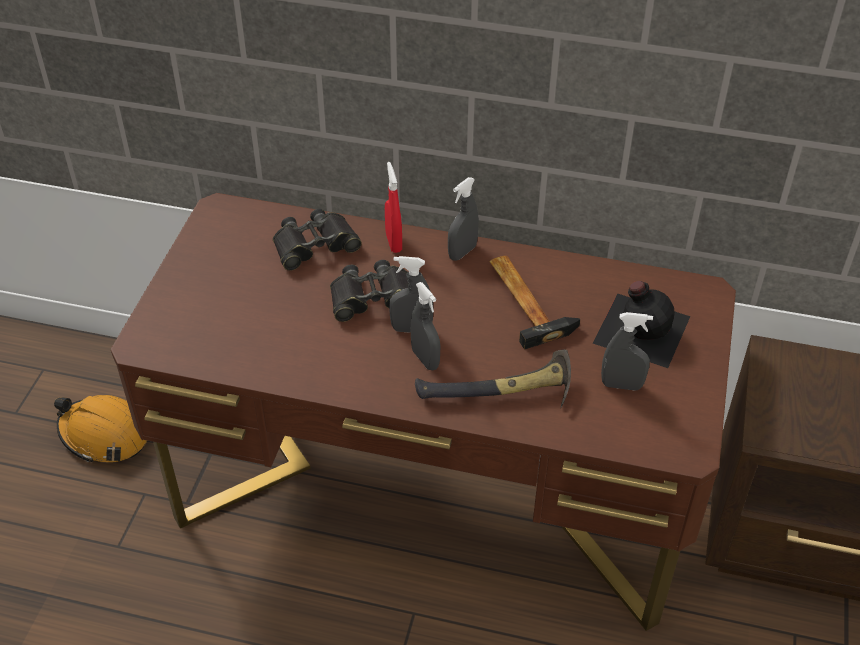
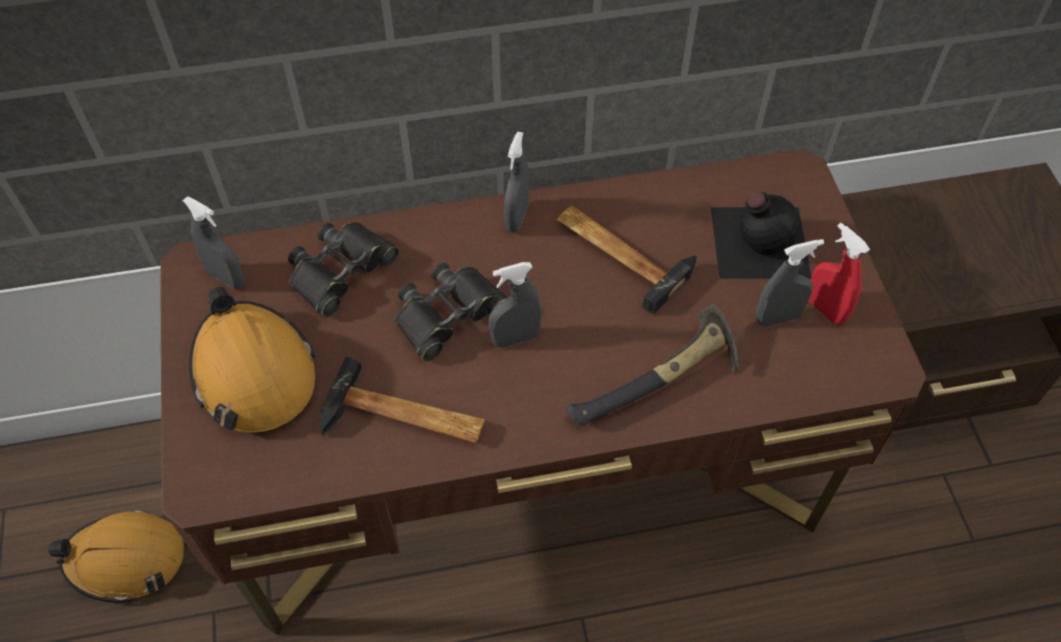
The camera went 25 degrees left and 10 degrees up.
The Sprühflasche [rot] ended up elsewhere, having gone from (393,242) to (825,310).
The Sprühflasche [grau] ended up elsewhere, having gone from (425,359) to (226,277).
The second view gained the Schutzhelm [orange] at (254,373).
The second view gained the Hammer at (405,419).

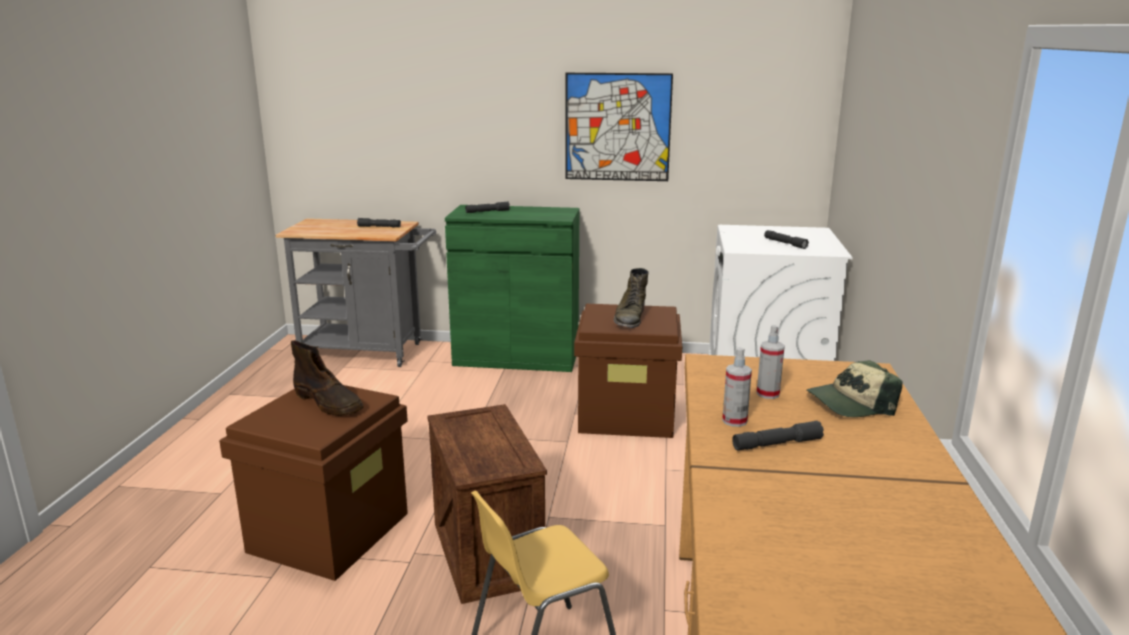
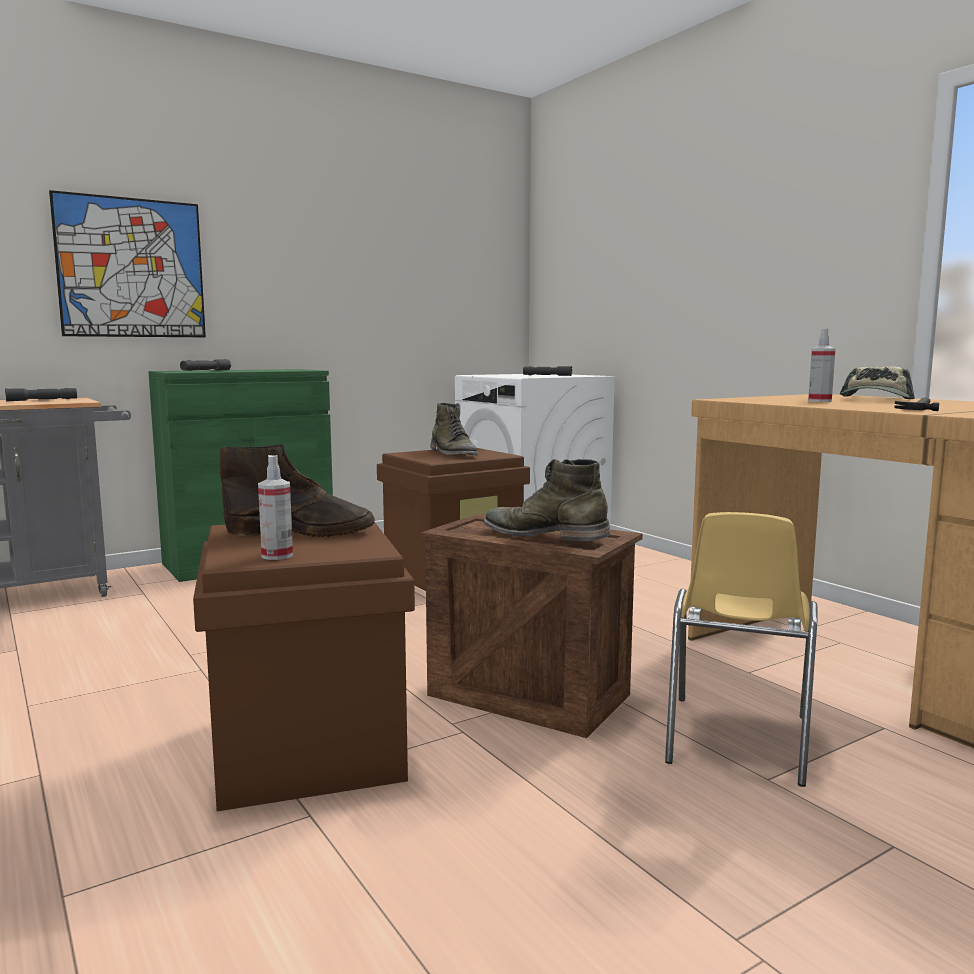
The camera went 40 degrees left and 10 degrees down.
The Bild ended up elsewhere, having gone from (617,127) to (131,268).
The Sprühflasche ended up elsewhere, having gone from (734,421) to (277,555).
Where the Taschenlampe [grau] stood at (777,444), the Hammer came to stand at (919,407).
The second view gained the Stiefel [grün] at (544,534).

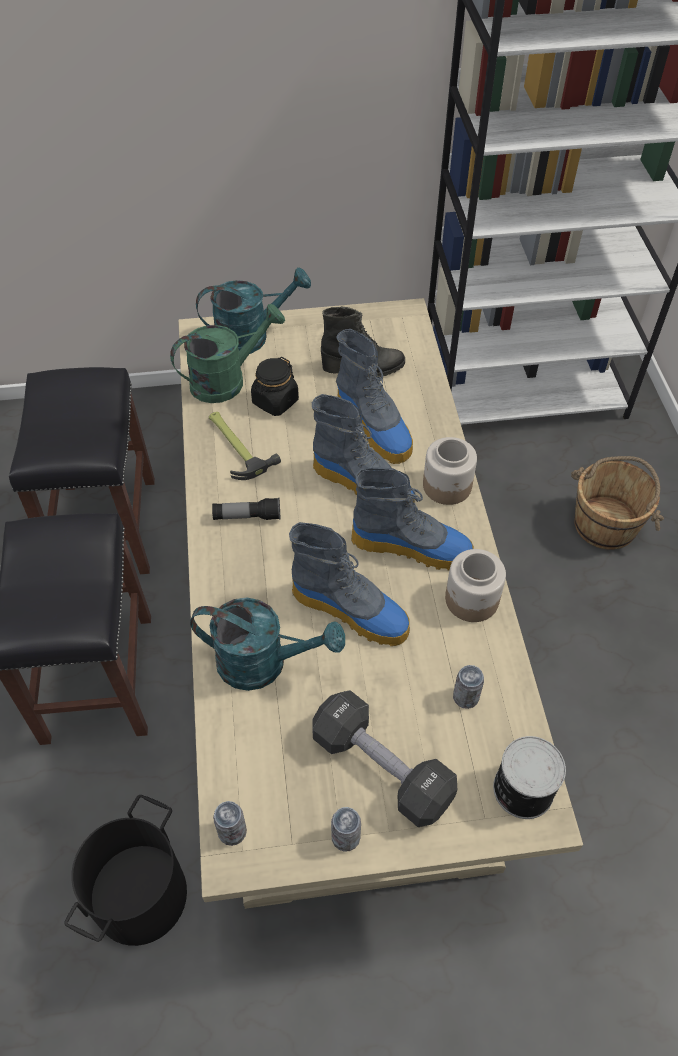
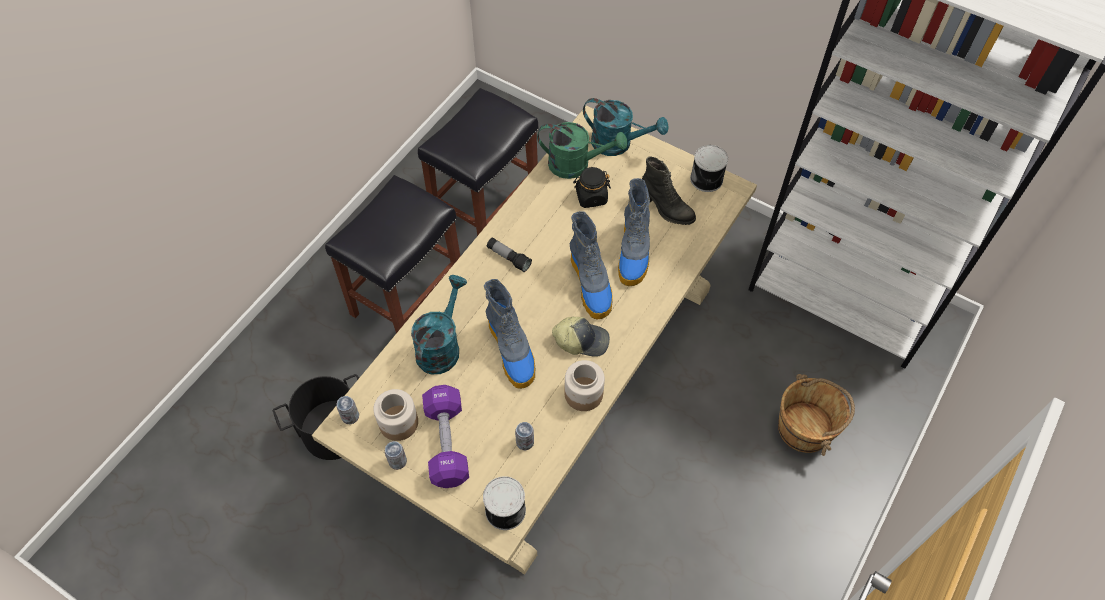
The camera went 40 degrees right and 5 degrees up.
The Gießkanne [türkis] at (264,663) ended up facing another way, 120 degrees counterclockwise from before.
The second view lost the Hammer at (236,445).
What was the Hantel [schwarz] at (381,767) turned into the Hantel [lila] at (447,443).
Where the Stiefel stood at (412,547), the Kappe came to stand at (581,340).
The Vorratsglas ended up elsewhere, having gone from (447,486) to (398,423).
The second view gained the Dose at (707,179).

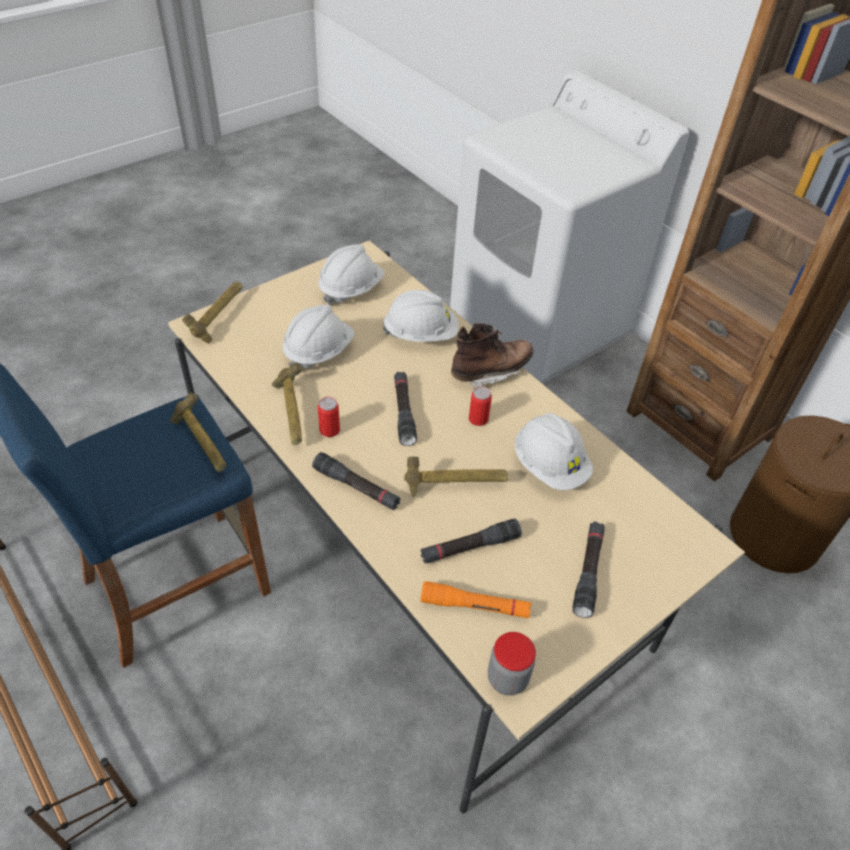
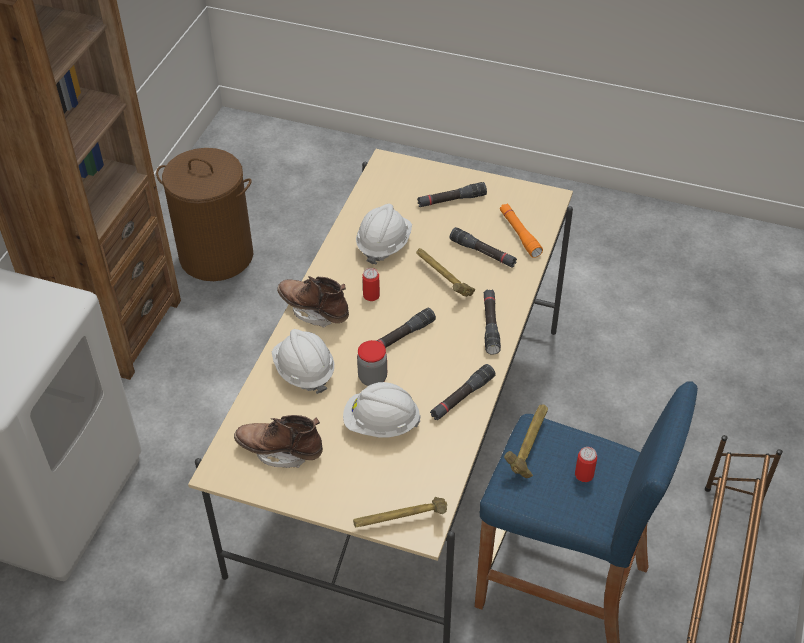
The camera went 120 degrees left and 0 degrees up.
Where the Hammer stood at (292,415), the Taschenlampe [schwarz] came to stand at (462,397).
Where the Schutzhelm [weiß] stood at (351,289), the Stiefel [braun] came to stand at (280,451).
The Dose ended up elsewhere, having gone from (329,430) to (584,474).
The Vorratsglas ended up elsewhere, having gone from (507,678) to (372,378).

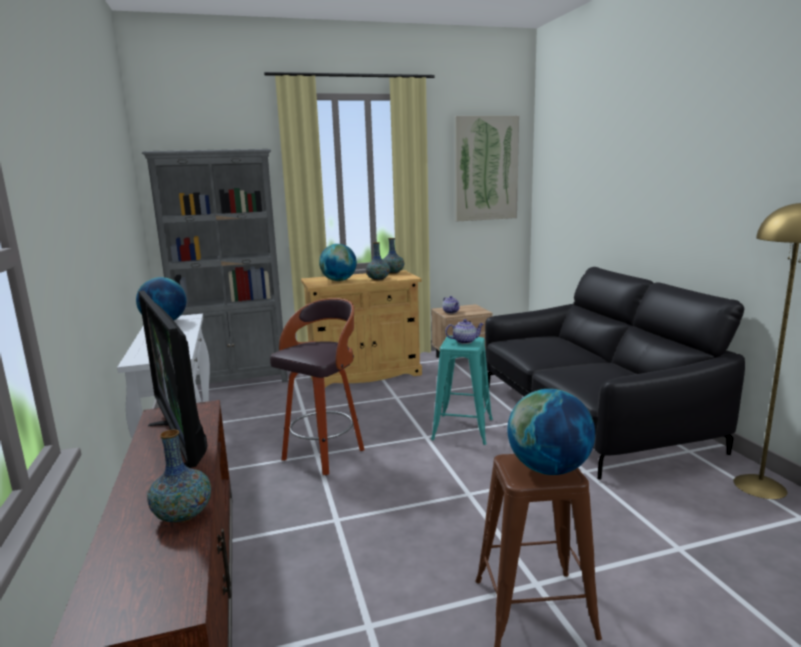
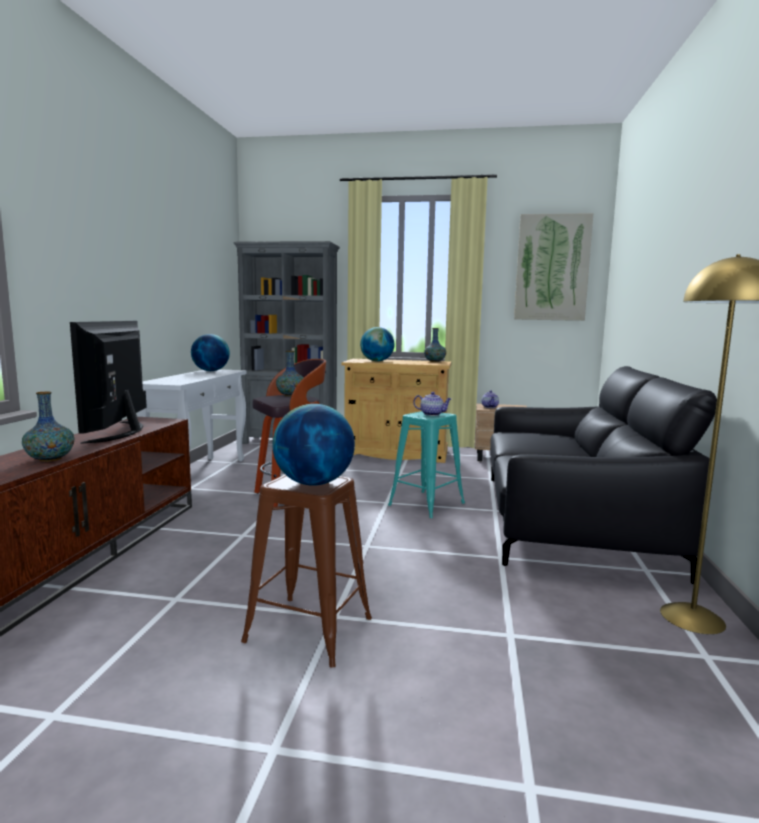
The camera went 25 degrees right and 5 degrees down.
The Vase ended up elsewhere, having gone from (378,279) to (291,395).

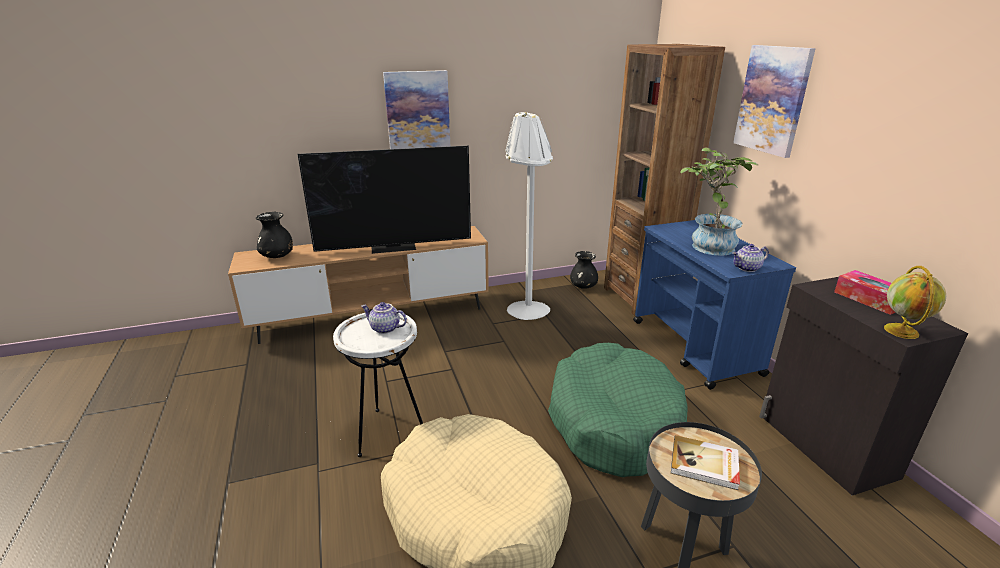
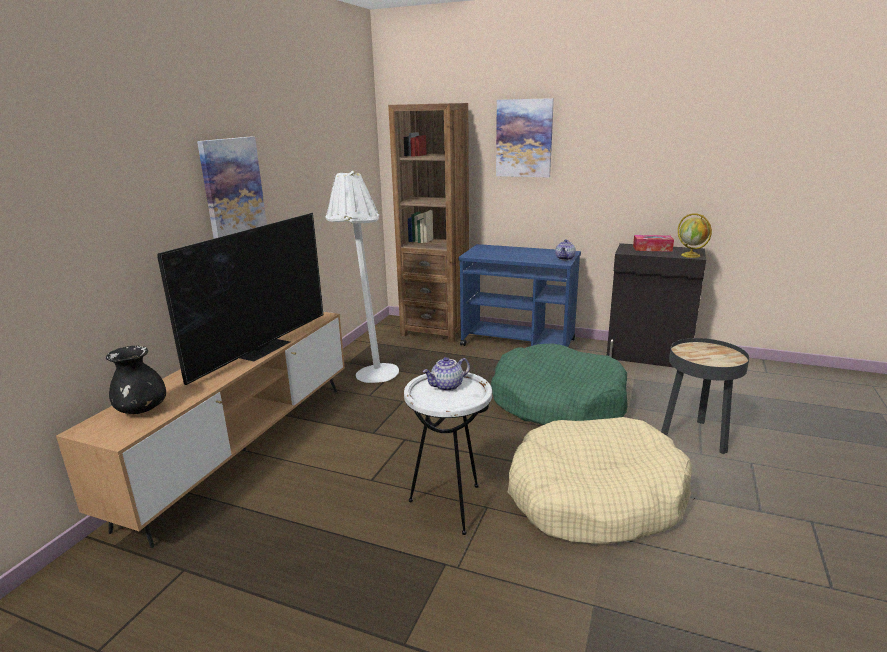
The camera went 50 degrees left and 5 degrees down.
The second view lost the Vase [schwarz] at (583,287).
The second view lost the Buch at (704,464).
The second view lost the Topfpflanze at (707,245).

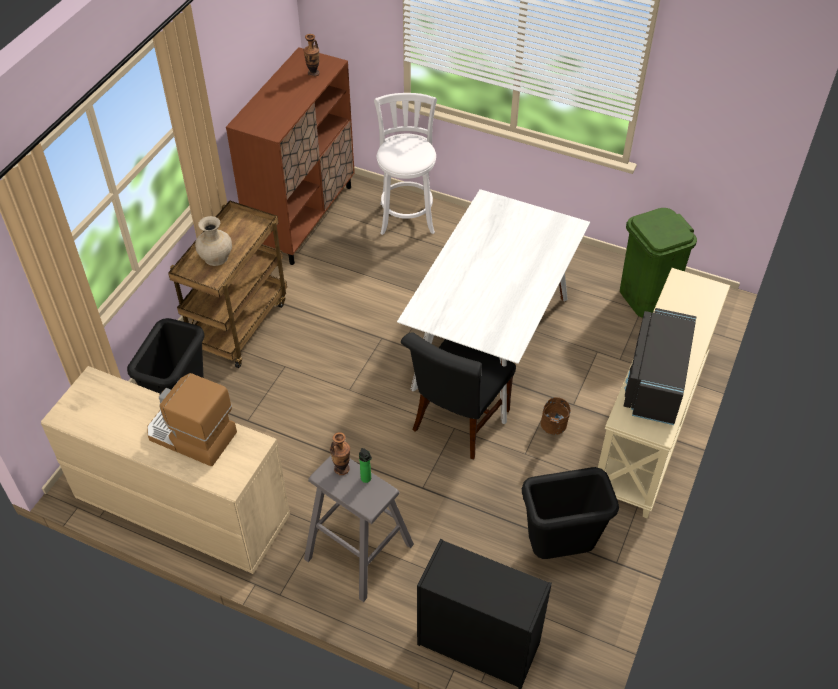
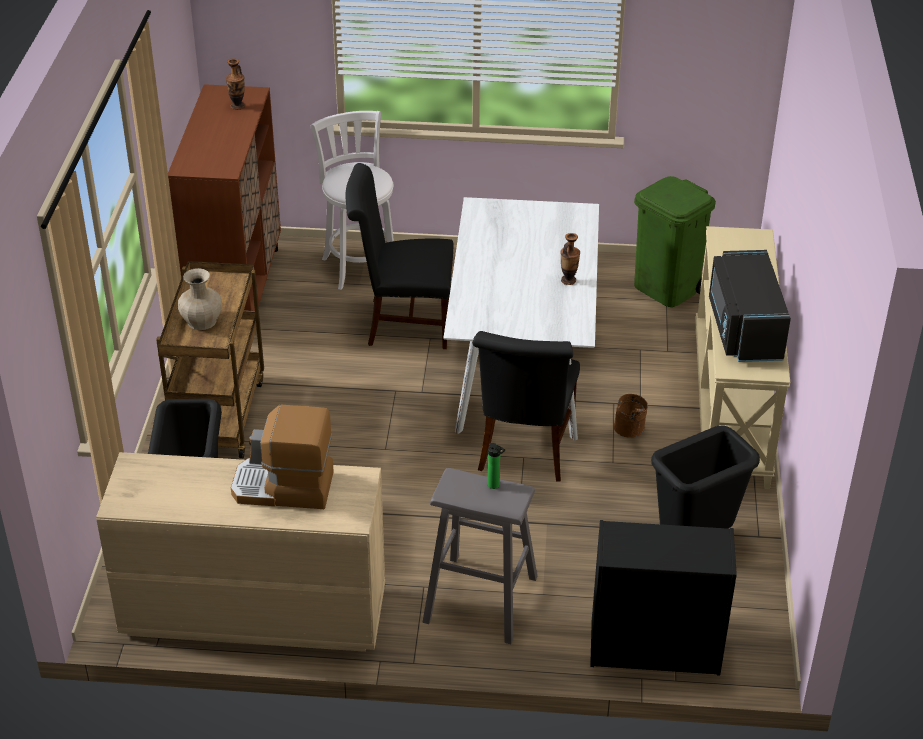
The camera went 20 degrees left and 10 degrees down.
The Vase ended up elsewhere, having gone from (342,469) to (568,280).
The second view gained the Stuhl [schwarz] at (402,323).

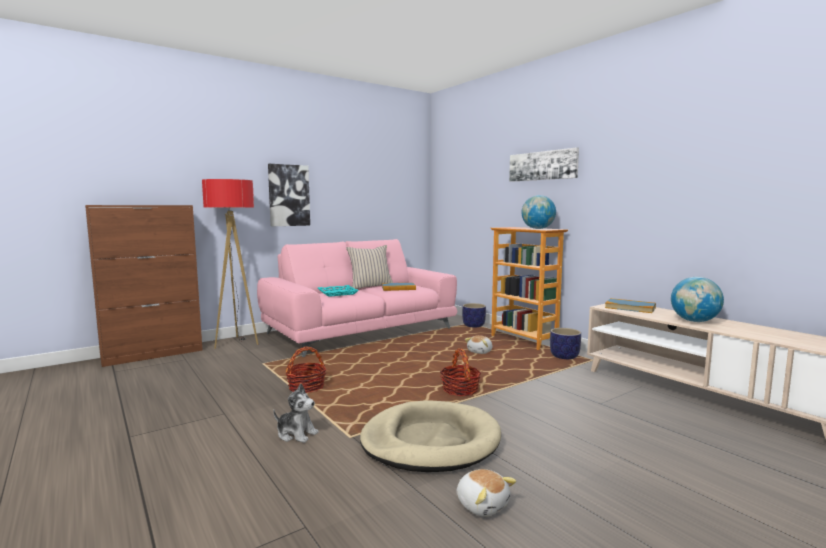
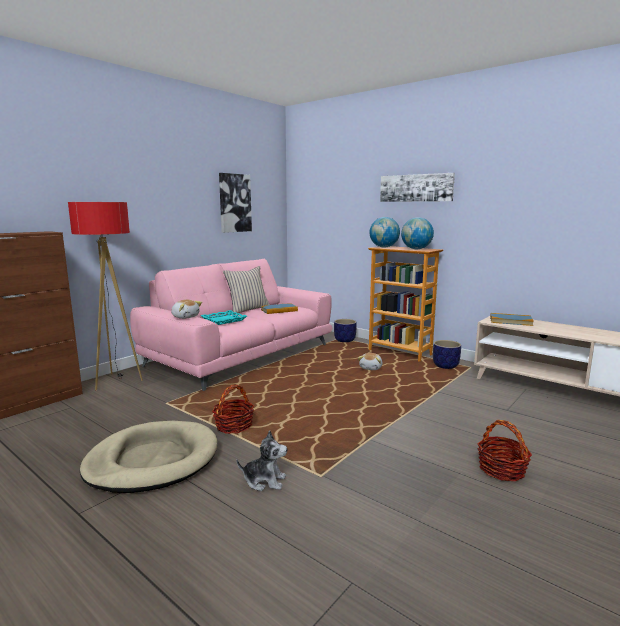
The camera went 15 degrees left and 5 degrees up.
The Bild ended up elsewhere, having gone from (289,195) to (234,203).
The Hundebett [beige] ended up elsewhere, having gone from (430,441) to (152,460).
The Korb ended up elsewhere, having gone from (460,390) to (502,469).
The Plüschtier ended up elsewhere, having gone from (482,504) to (185,317).
The Globus ended up elsewhere, having gone from (694,321) to (384,247).

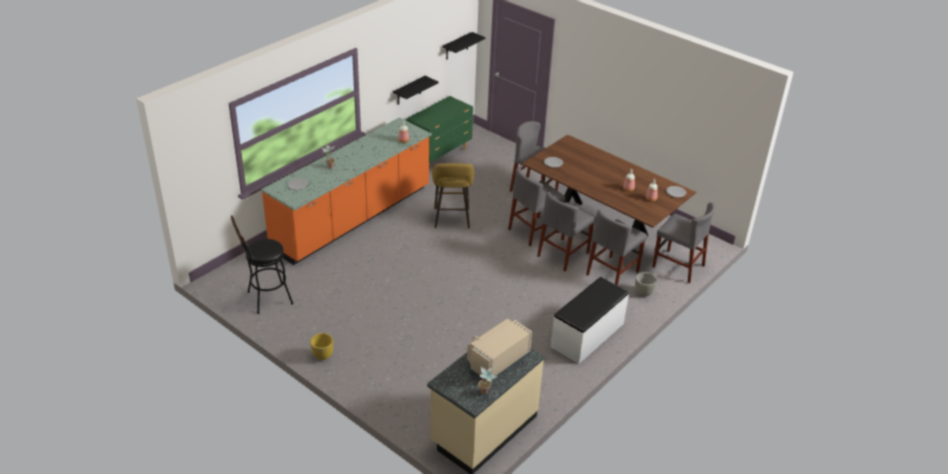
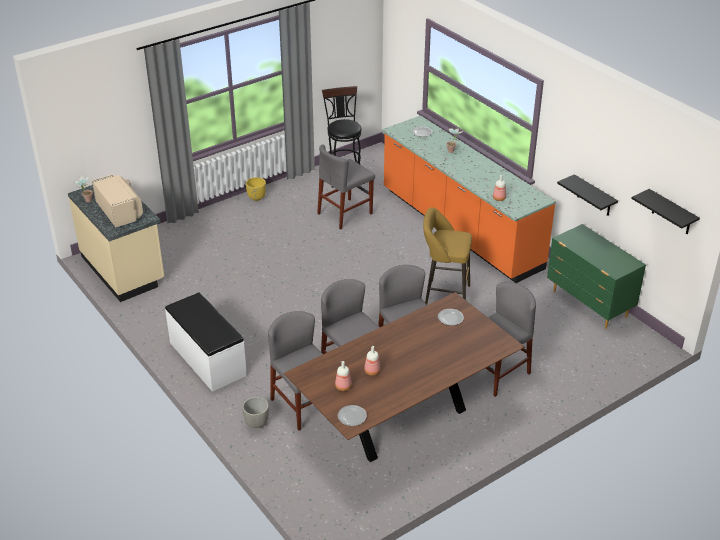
The camera went 105 degrees right and 0 degrees up.
The Stuhl [grau] ended up elsewhere, having gone from (678,266) to (345,213).

